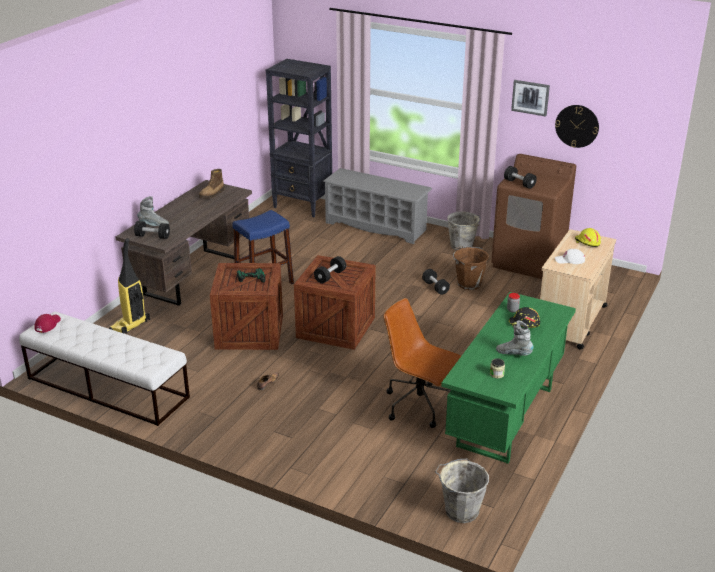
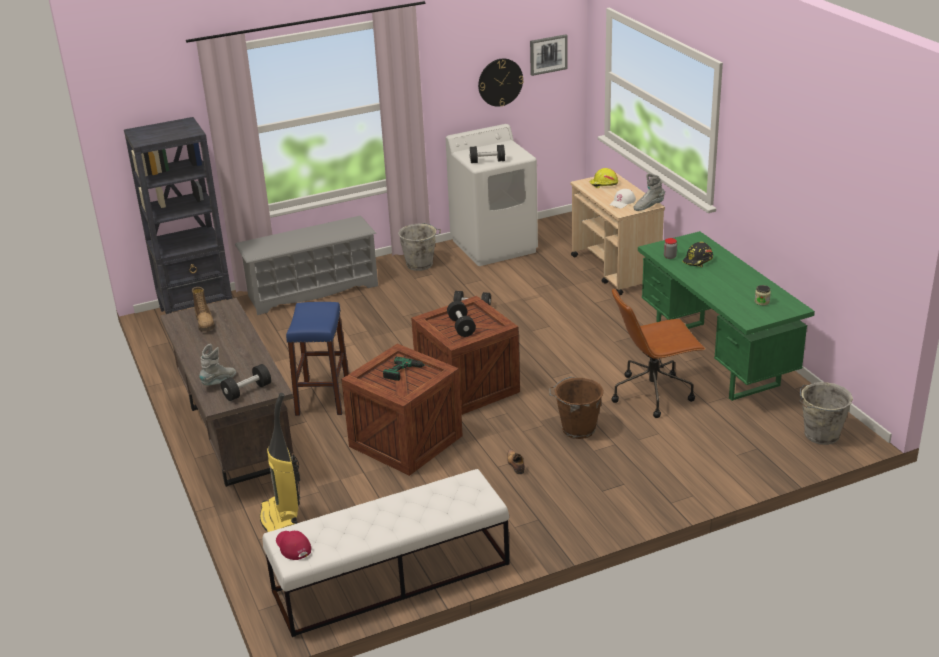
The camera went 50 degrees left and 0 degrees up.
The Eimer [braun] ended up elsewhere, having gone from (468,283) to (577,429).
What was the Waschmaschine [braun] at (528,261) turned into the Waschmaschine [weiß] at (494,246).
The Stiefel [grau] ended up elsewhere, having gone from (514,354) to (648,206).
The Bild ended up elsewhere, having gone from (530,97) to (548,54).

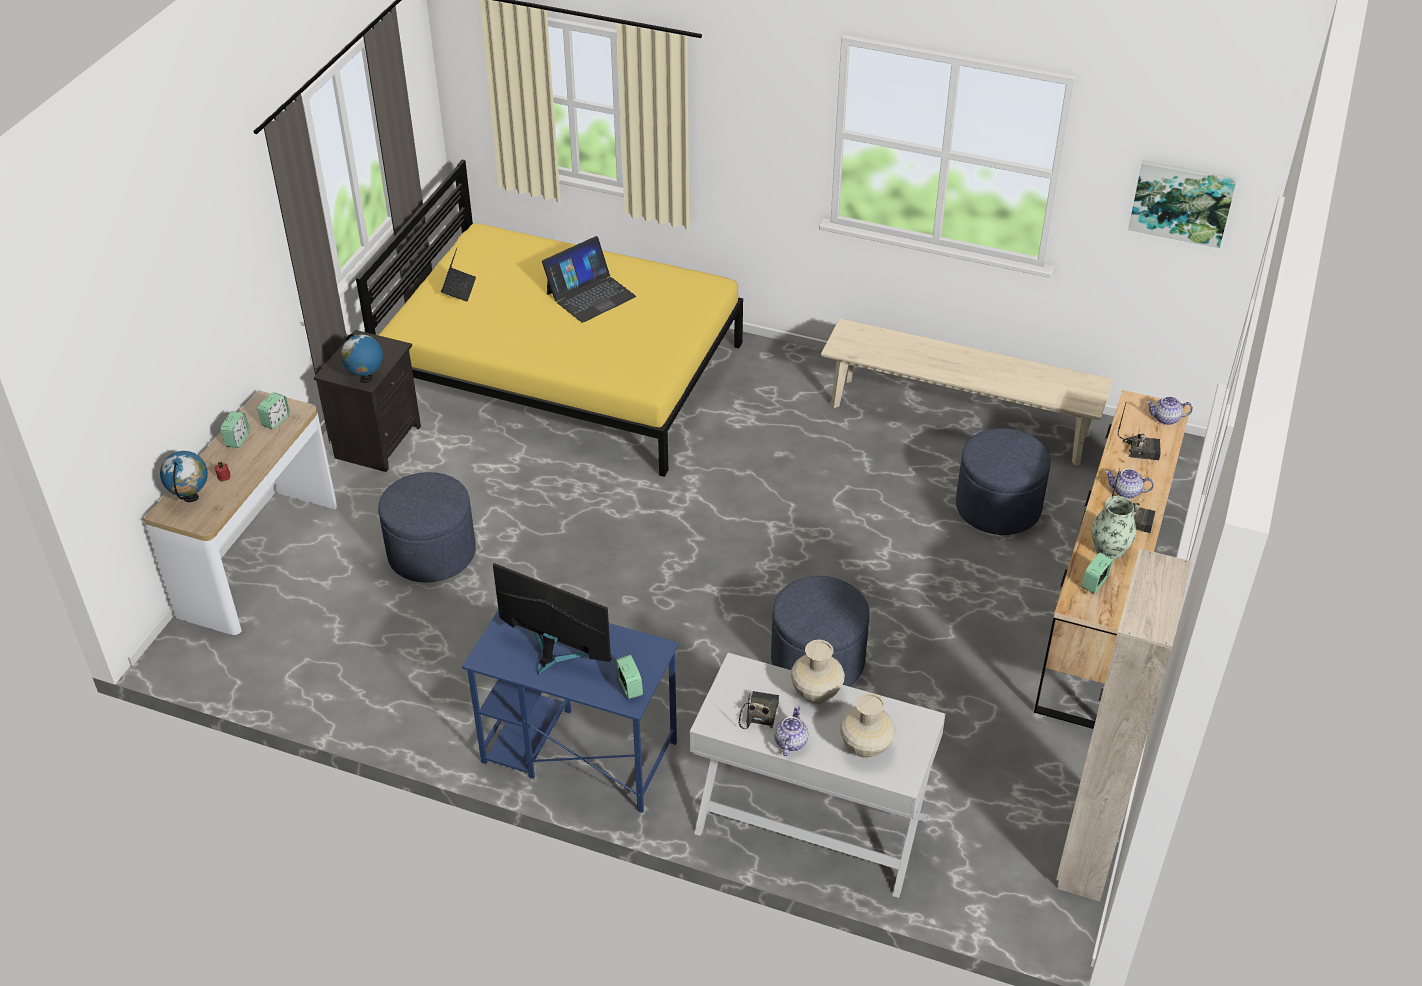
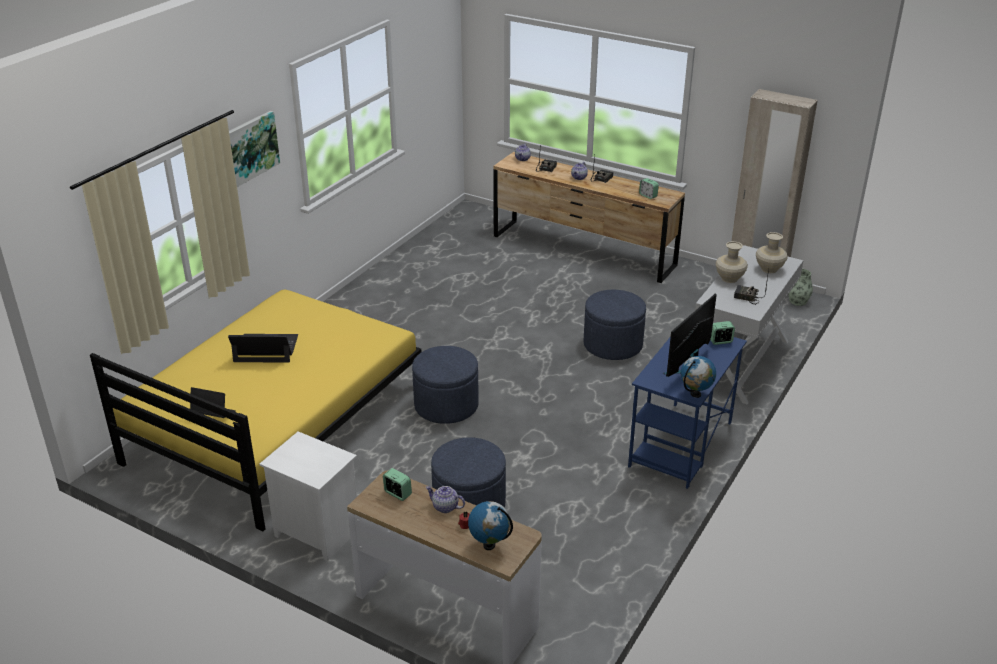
The camera went 80 degrees left and 10 degrees down.
The second view lost the Wecker at (237,439).
What was the Nachttisch [schwarz] at (377,441) turned into the Nachttisch [weiß] at (315,533).
The Globus ended up elsewhere, having gone from (366,378) to (695,394).
The Laptop at (590,295) ended up facing another way, 60 degrees counterclockwise from before.
The Teekanne ended up elsewhere, having gone from (790,741) to (445,507).
The second view lost the Bank [beige] at (958,420).
The Polsterhocker [blau] ended up elsewhere, having gone from (998,507) to (446,405).
The Vase ended up elsewhere, having gone from (1109,548) to (798,301).
The Bild ended up elsewhere, having gone from (1182,202) to (251,148).

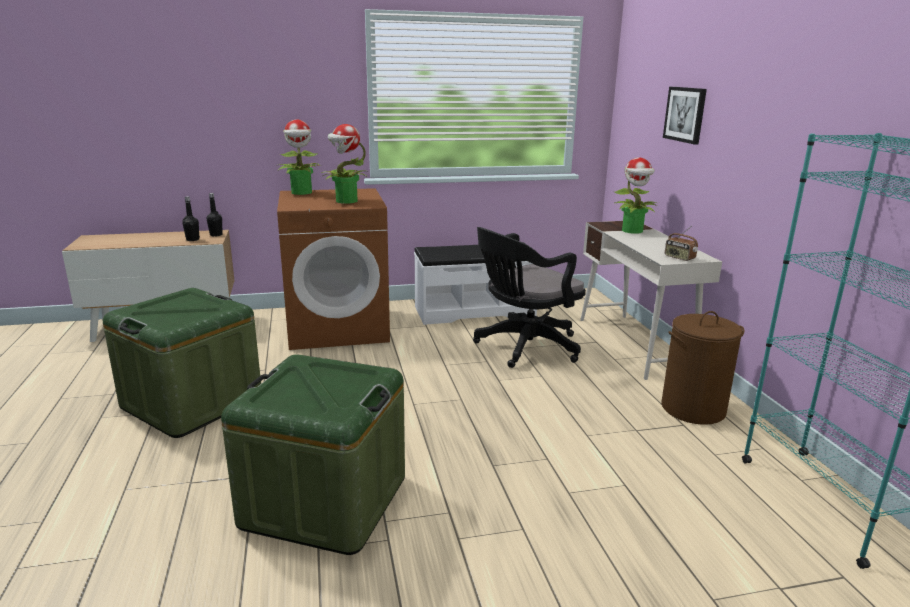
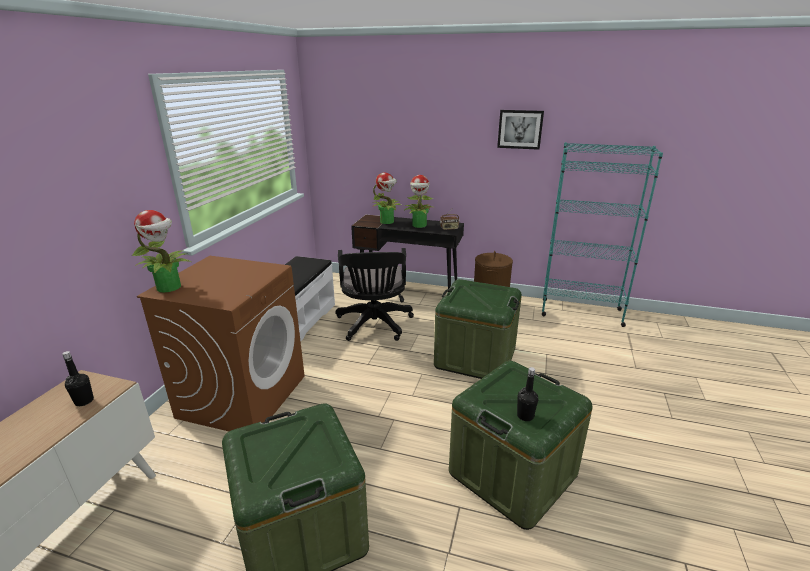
The camera went 60 degrees left and 5 degrees up.
The Flasche [schwarz] ended up elsewhere, having gone from (216,235) to (525,416).
The Topfpflanze ended up elsewhere, having gone from (346,201) to (419,225).
What was the Schreibtisch [weiß] at (634,345) turned into the Schreibtisch [schwarz] at (408,291).
The Bild ended up elsewhere, having gone from (685,114) to (520,129).
The second view gained the Aufbewahrungsbox [grün] at (475,357).

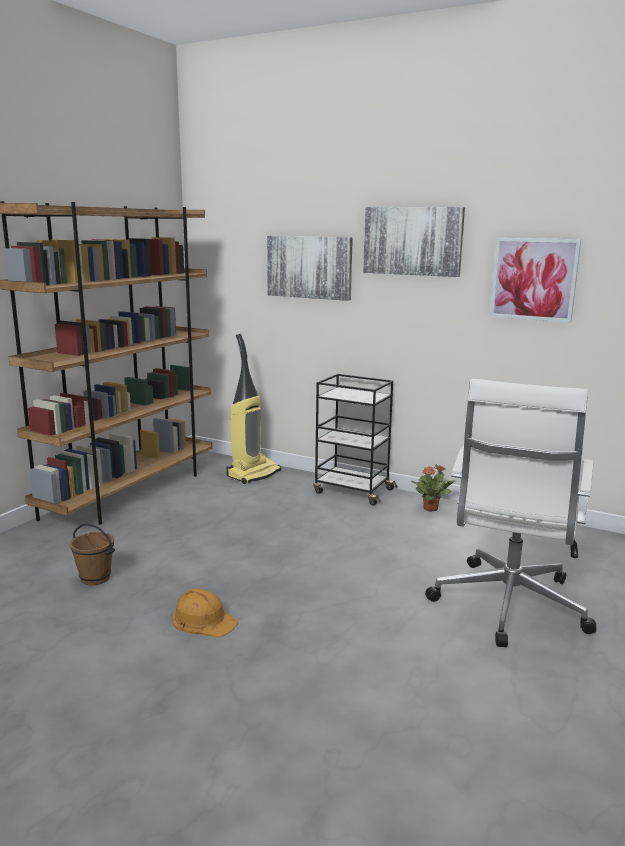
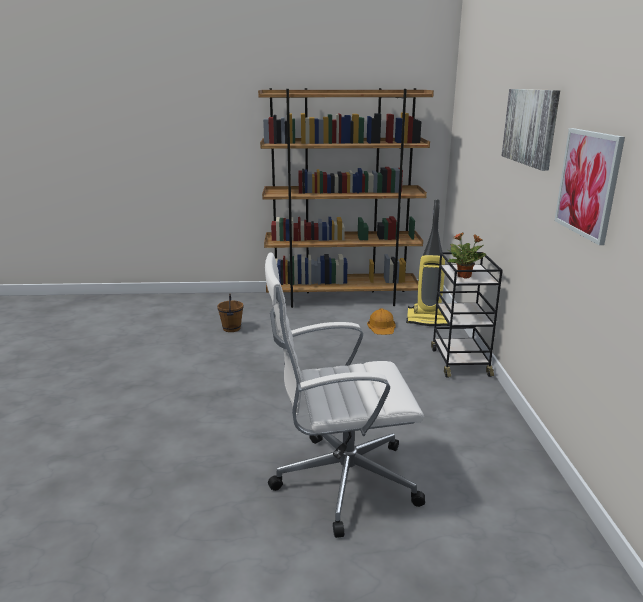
The camera went 60 degrees right and 5 degrees up.
The Schutzhelm [orange] ended up elsewhere, having gone from (204,620) to (382,326).
The second view lost the Bild at (309,267).
The Topfpflanze ended up elsewhere, having gone from (431,509) to (464,276).

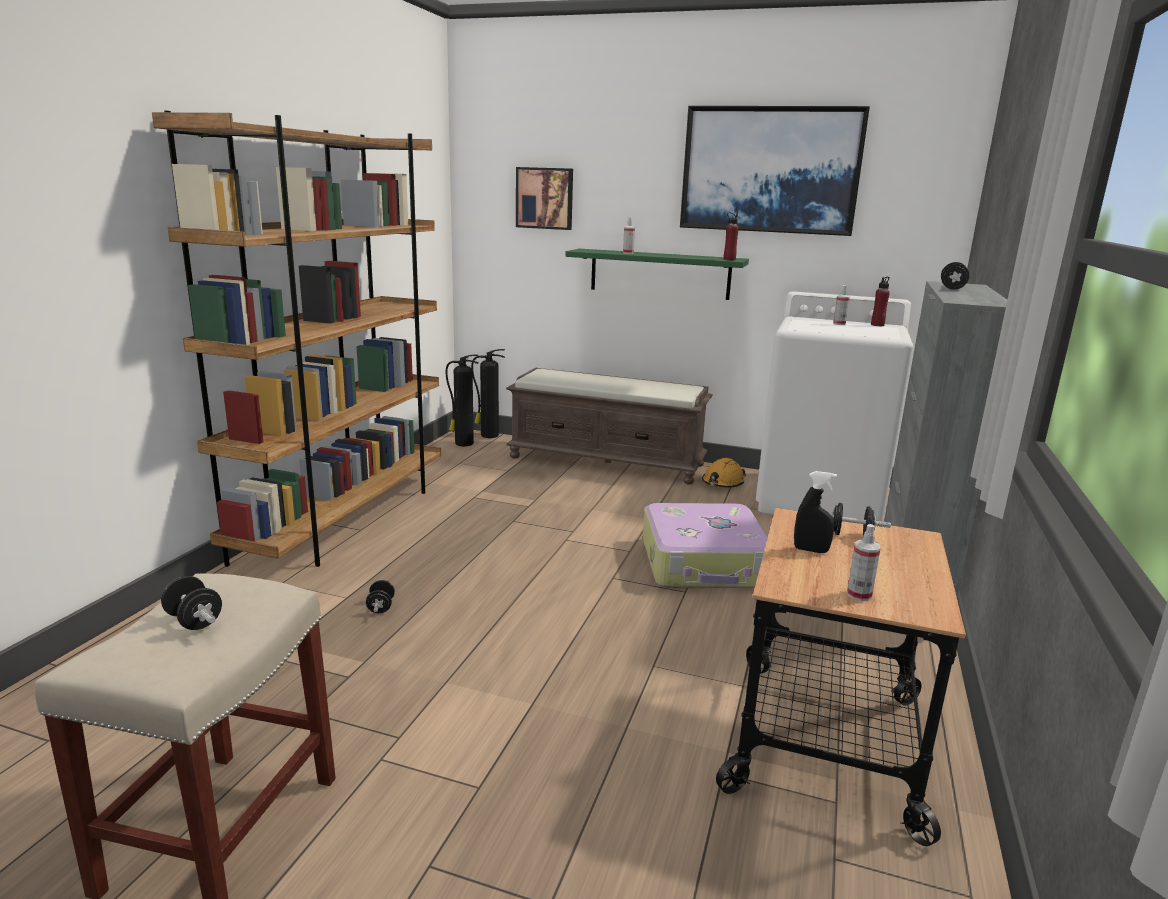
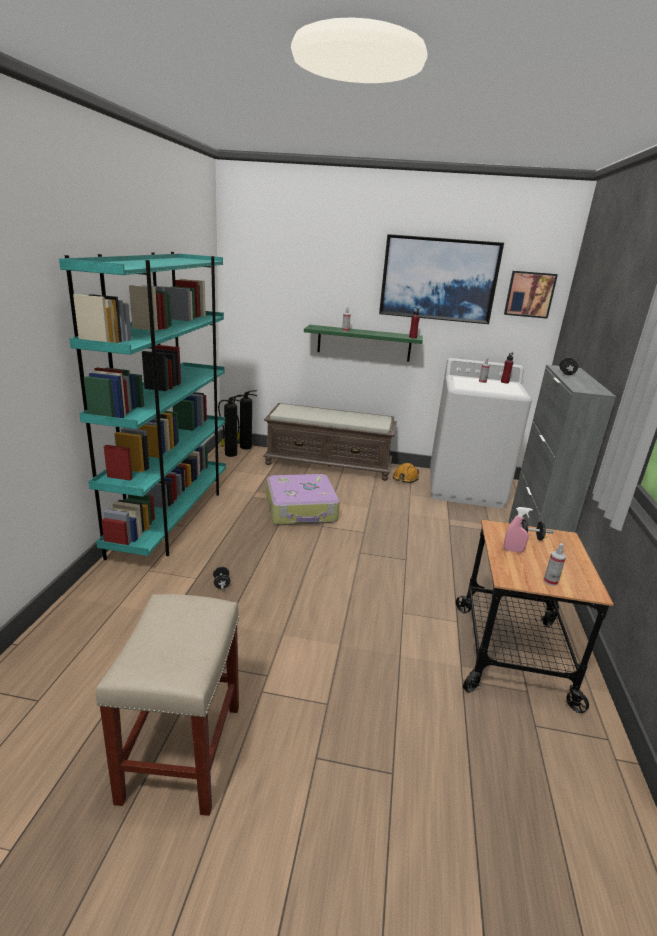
The camera went 10 degrees left and 5 degrees up.
What was the Bücherregal [braun] at (345,519) turned into the Bücherregal [türkis] at (172,518).
The second view lost the Hantel [schwarz] at (194,621).
The Bild ended up elsewhere, having gone from (545,198) to (529,294).
The Koffer ended up elsewhere, having gone from (704,564) to (301,509).
What was the Sprühflasche [schwarz] at (811,550) turned into the Sprühflasche [rosa] at (513,550).

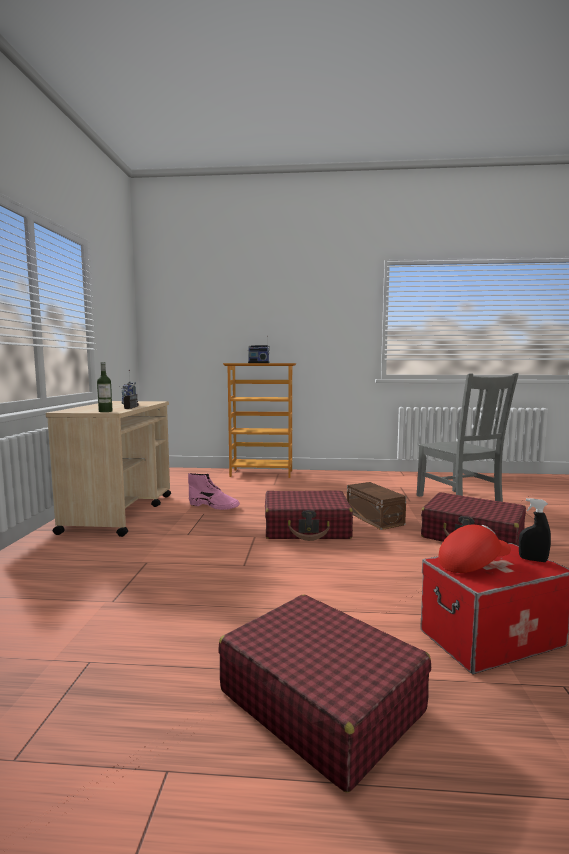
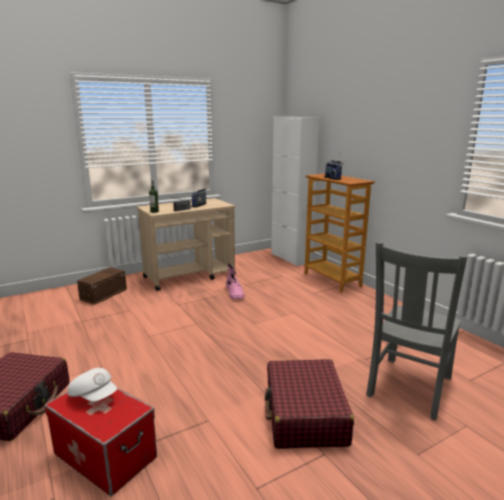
The camera went 55 degrees right and 10 degrees up.
The second view lost the Koffer [rot] at (307,528).
The Aufbewahrungsbox [braun] ended up elsewhere, having gone from (374,517) to (104,294).
What was the Kappe [rot] at (472,564) turned into the Kappe [weiß] at (94,395).
The second view lost the Sprühflasche [schwarz] at (533,560).
The second view gained the Schrank [weiß] at (291,258).

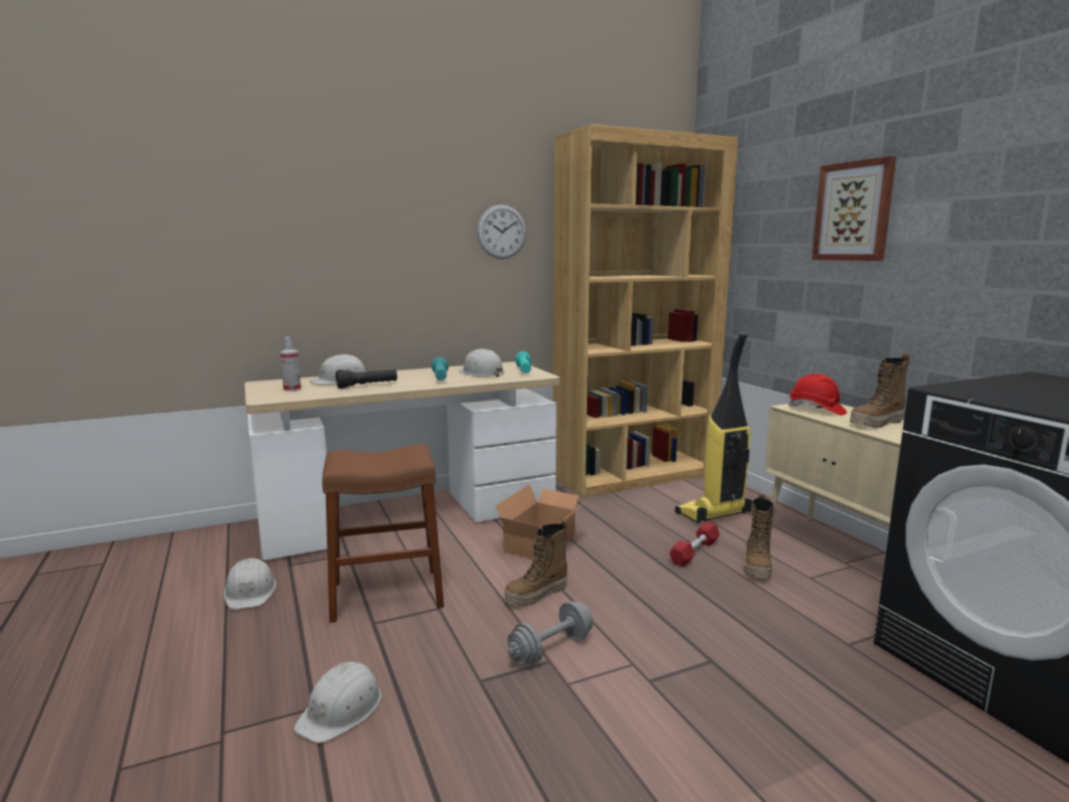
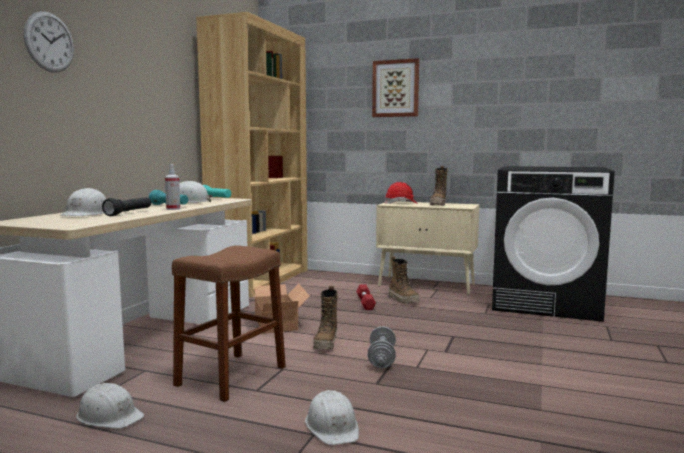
The camera went 45 degrees left and 5 degrees down.
The Sprühflasche ended up elsewhere, having gone from (292,389) to (173,209).
The Wanduhr ended up elsewhere, having gone from (501,232) to (49,42).
The second view lost the Staubsauger at (713,514).

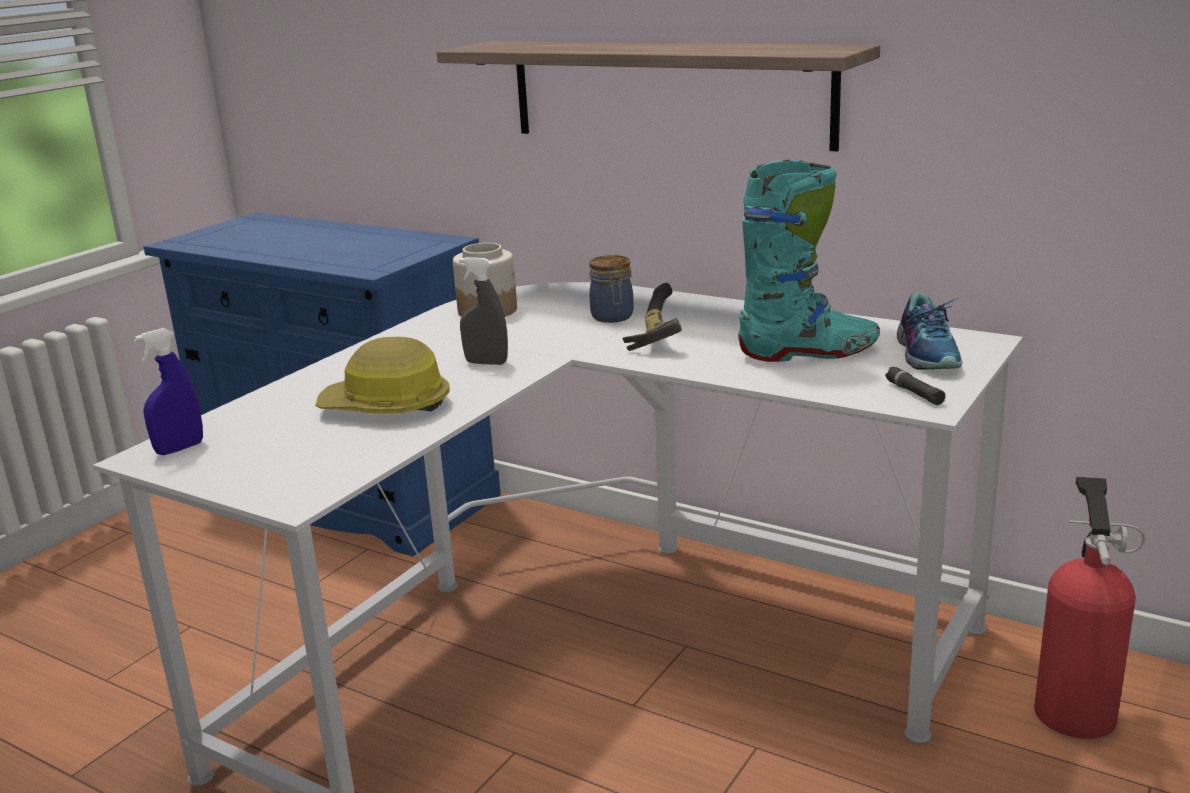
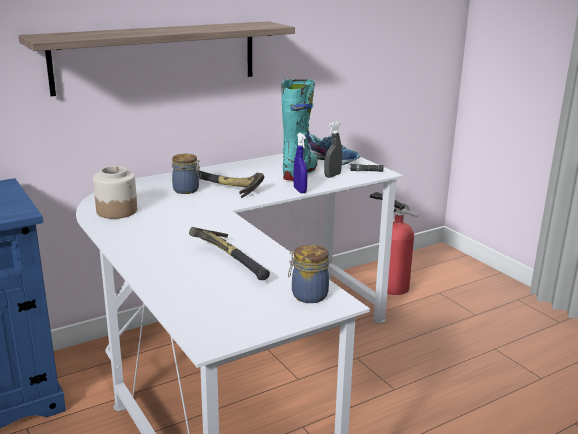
The camera went 65 degrees left and 0 degrees up.
The Sprühflasche [blau] ended up elsewhere, having gone from (179,448) to (300,190).
Where the Schutzhelm stood at (387,407), the Hammer came to stand at (233,261).
The Sprühflasche [grau] ended up elsewhere, having gone from (486,362) to (332,175).
The second view gained the Vorratsglas at (308,295).

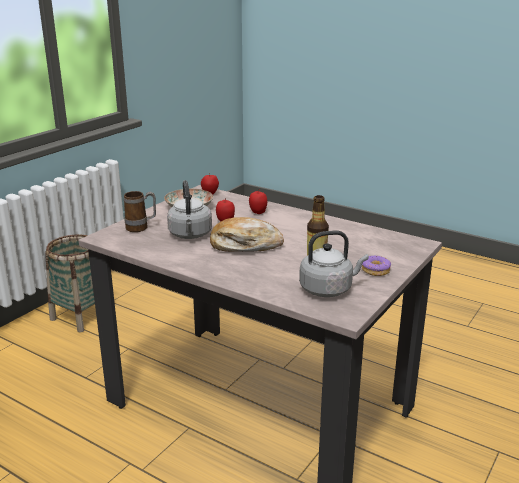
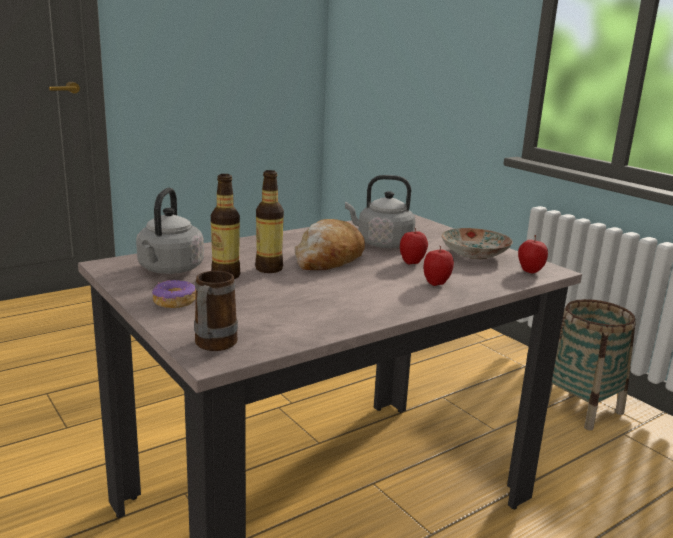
The camera went 110 degrees right and 5 degrees down.
The Henkelbecher ended up elsewhere, having gone from (141,228) to (212,346).
The second view gained the Flasche at (269,269).

